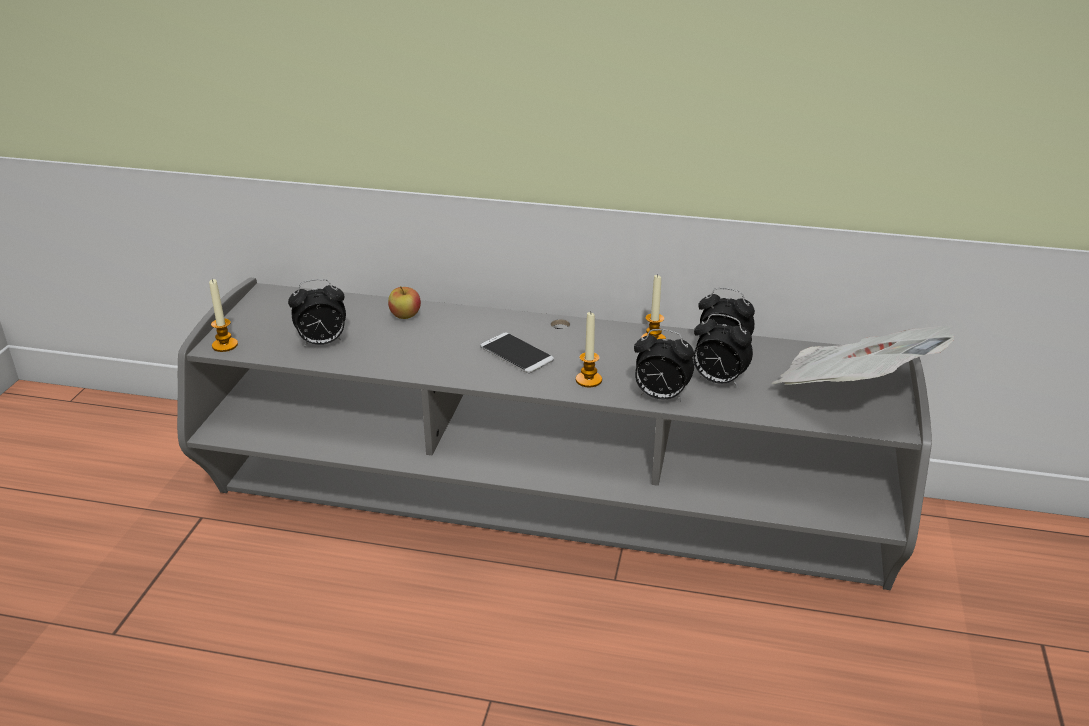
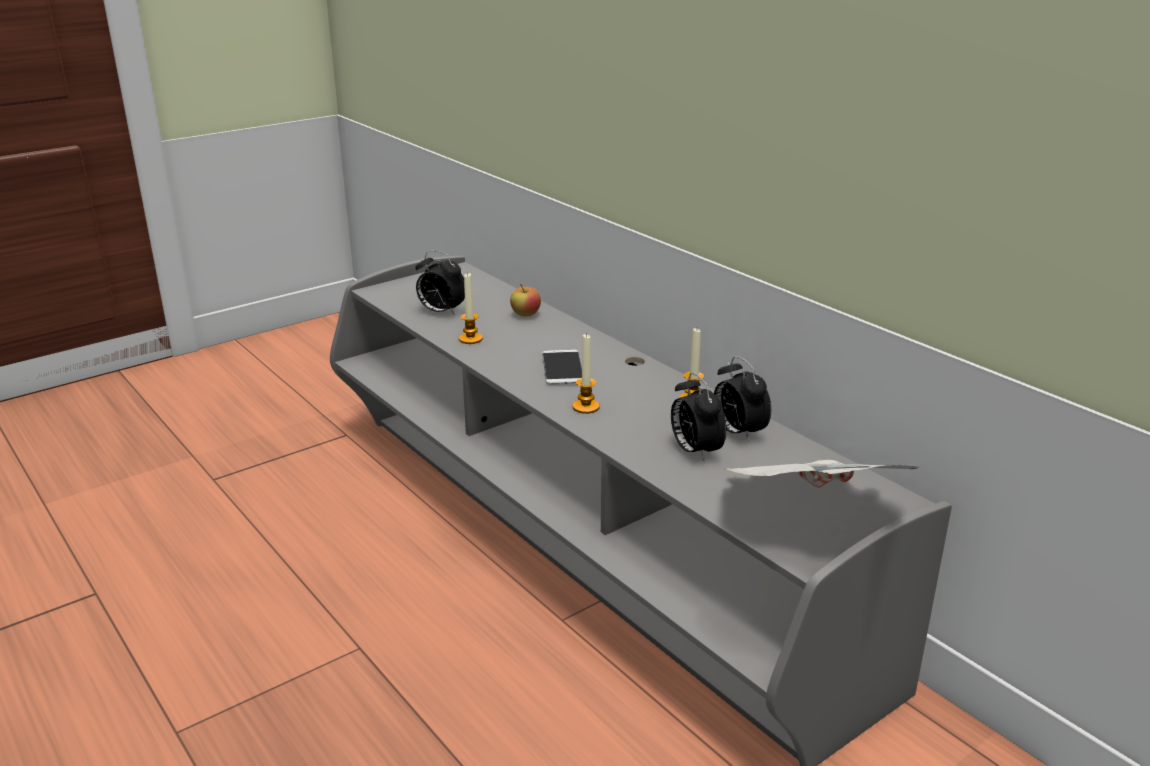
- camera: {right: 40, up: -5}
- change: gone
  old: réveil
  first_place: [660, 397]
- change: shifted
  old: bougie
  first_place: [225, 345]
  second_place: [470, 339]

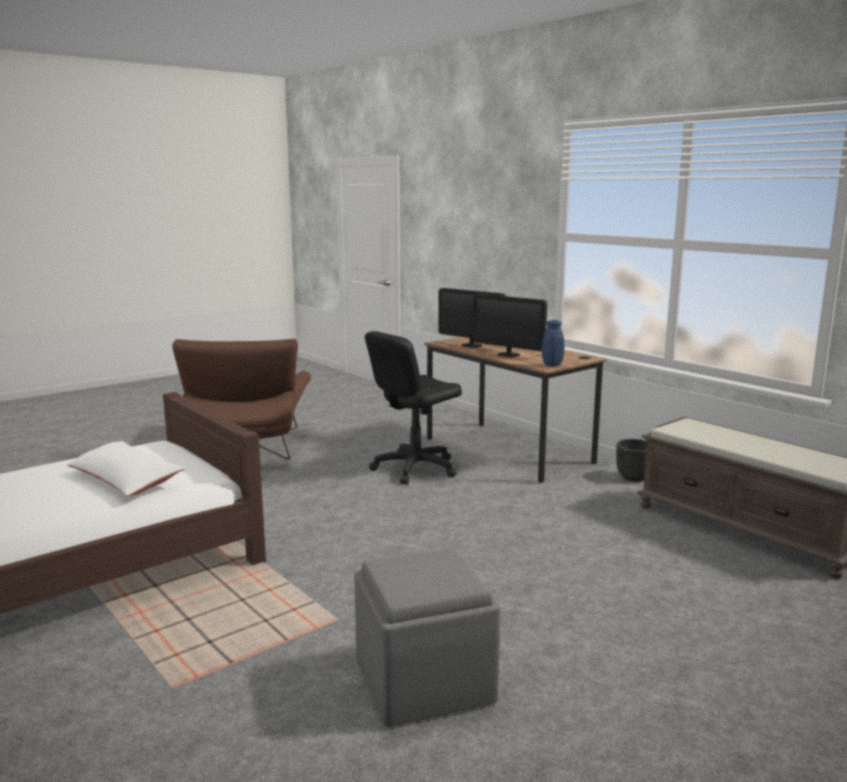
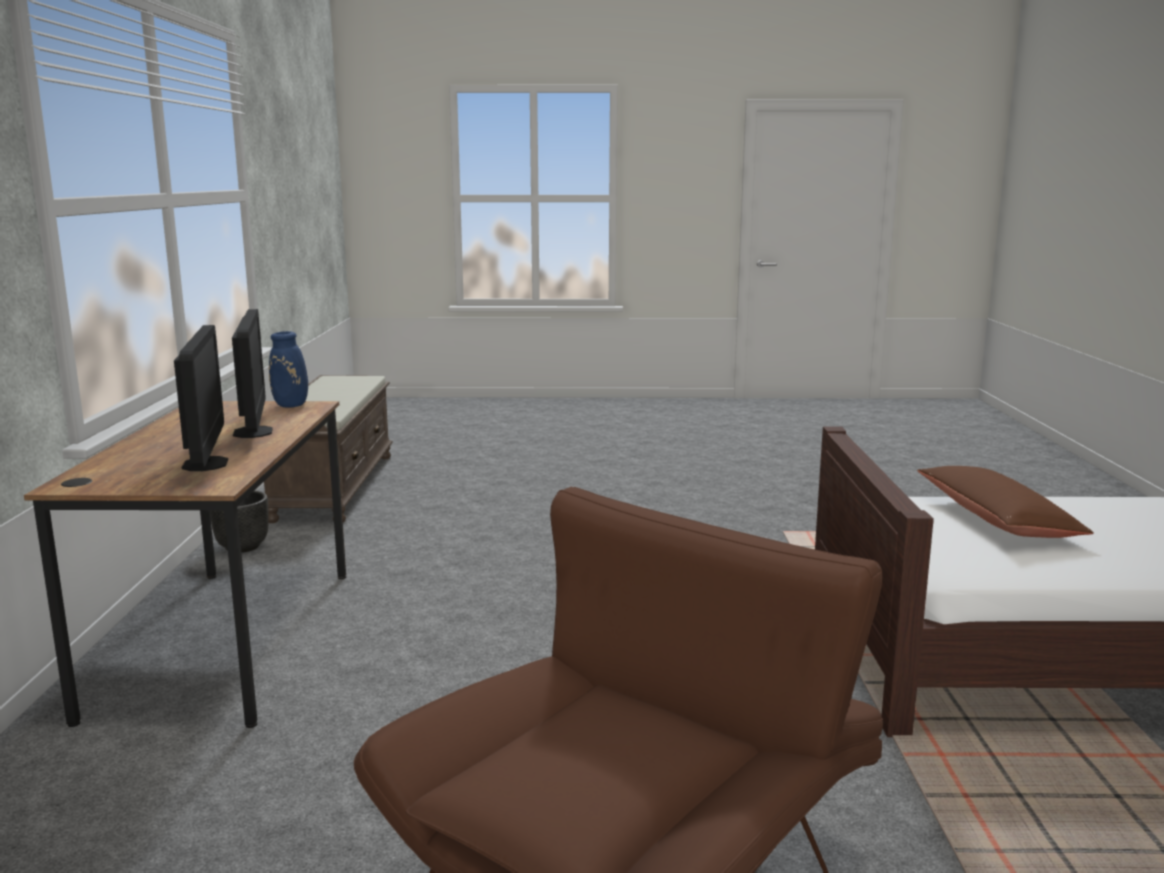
- camera: {right: -140, up: 0}
- change: gone
  old: pouf [gris]
  first_place: [423, 682]
- change: gone
  old: chaise de bureau [noir]
  first_place: [415, 468]
- change: repainted
  old: coussin [blanc]
  new: coussin [marron]
  first_place: [126, 480]
  second_place: [996, 519]

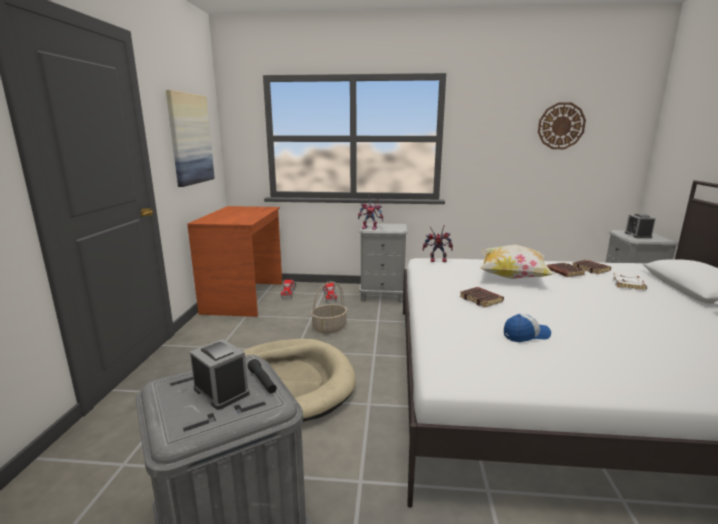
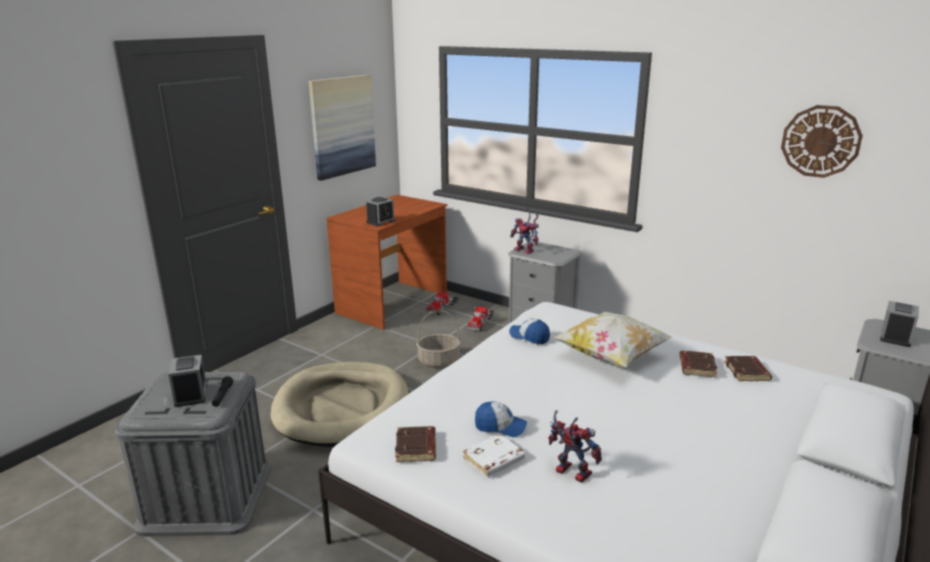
- camera: {right: 30, up: 5}
- change: new
  new: réveil
  second_place: [380, 221]
- change: new
  new: casquette
  second_place: [529, 337]
- change: shifted
  old: robot jouet
  first_place: [436, 261]
  second_place: [569, 472]
- change: shifted
  old: livre [marron]
  first_place: [481, 300]
  second_place: [417, 448]
- change: shifted
  old: livre [blanc]
  first_place: [629, 285]
  second_place: [493, 460]

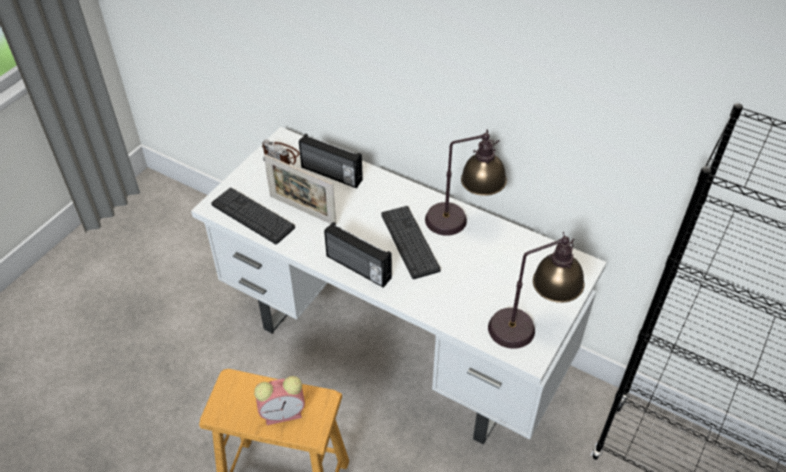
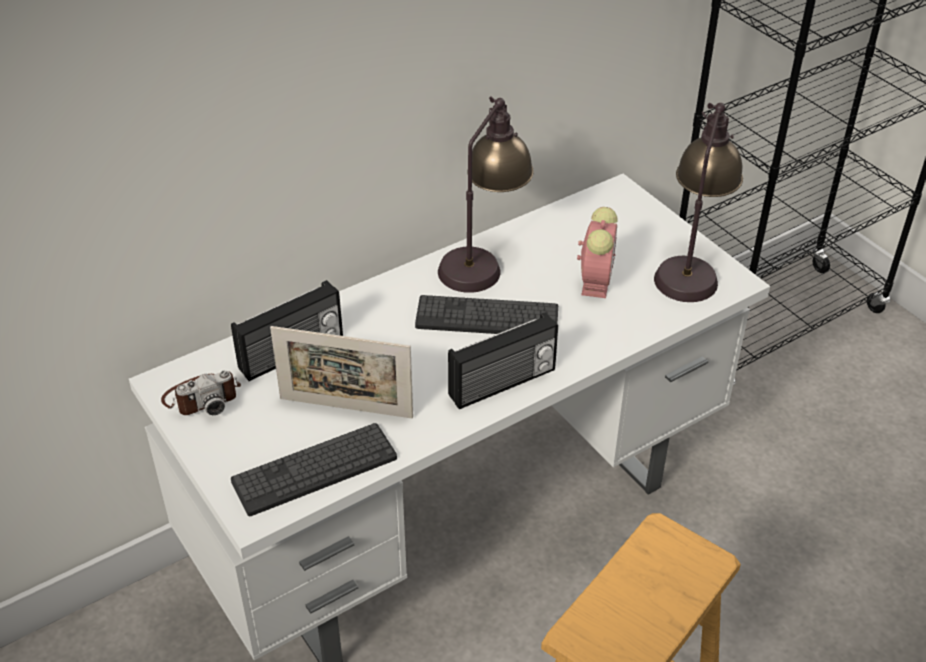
- camera: {right: -65, up: -5}
- change: shifted
  old: réveil
  first_place: [284, 413]
  second_place: [595, 280]
- change: rotated
  old: cadre photo
  first_place: [302, 210]
  second_place: [346, 408]
  degrees: 45

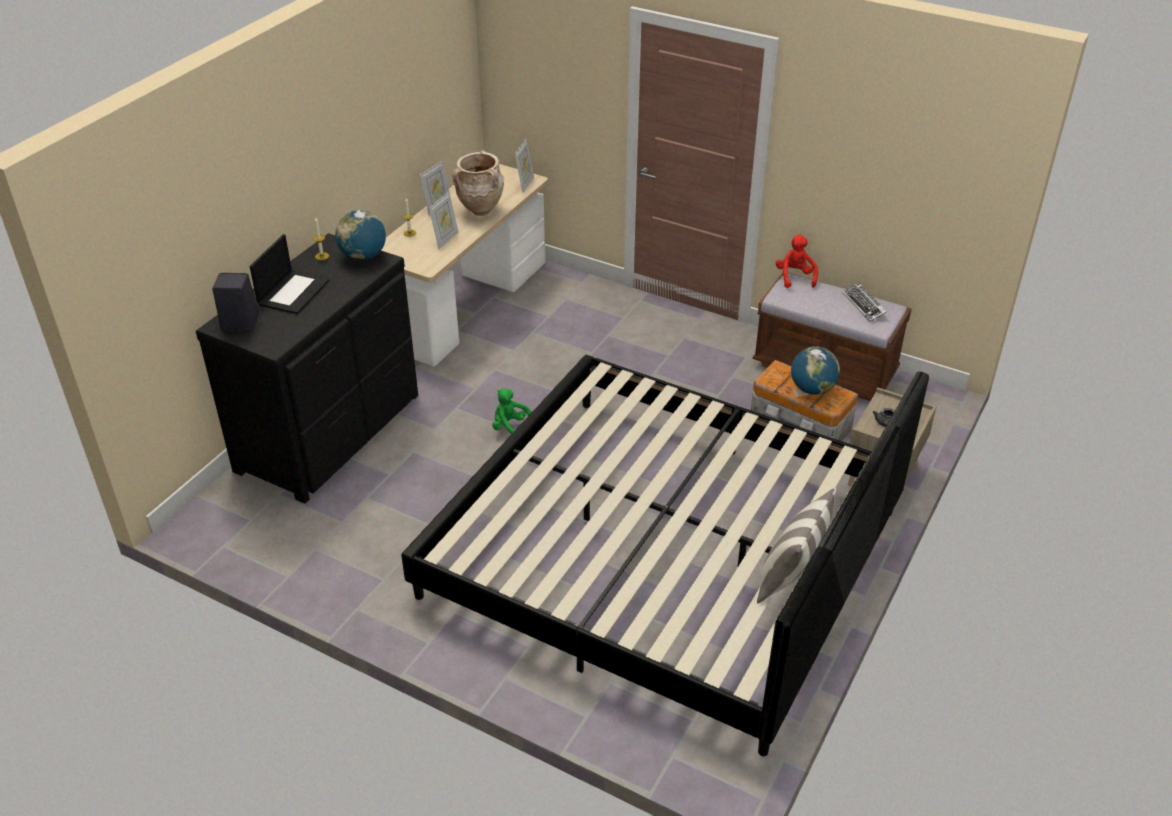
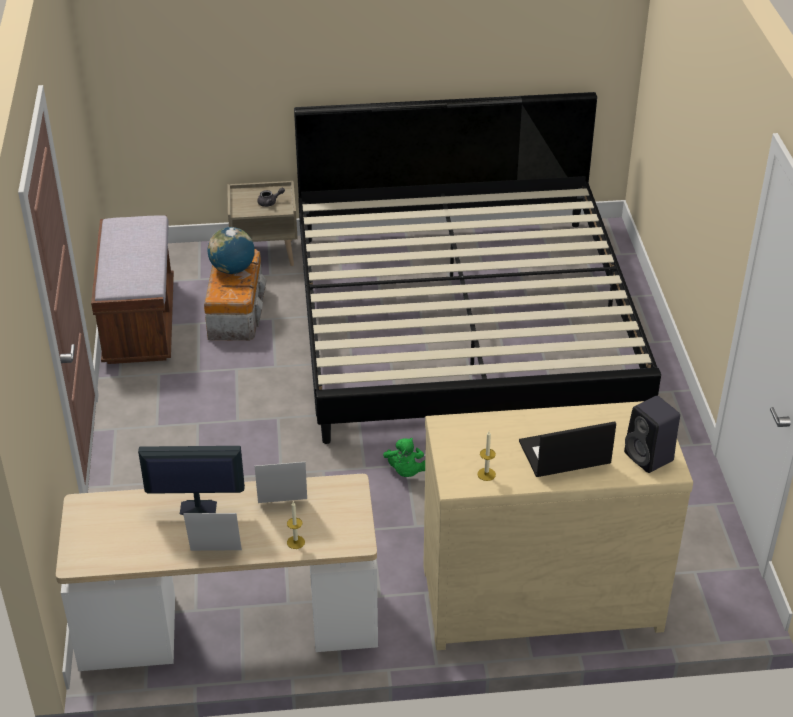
- camera: {right: -125, up: 0}
- change: gone
  old: globe
  first_place: [363, 256]
- change: gone
  old: cadre photo
  first_place: [525, 184]
- change: gone
  old: coussin
  first_place: [791, 577]
- change: gone
  old: peluche [rouge]
  first_place: [795, 277]
- change: gone
  old: clavier
  first_place: [864, 305]
- change: swapped
  old: vase [beige]
  new: écran d'ordinateur
  first_place: [481, 212]
  second_place: [197, 508]
- change: repainted
  old: commode [noir]
  new: commode [beige]
  first_place: [332, 433]
  second_place: [539, 594]

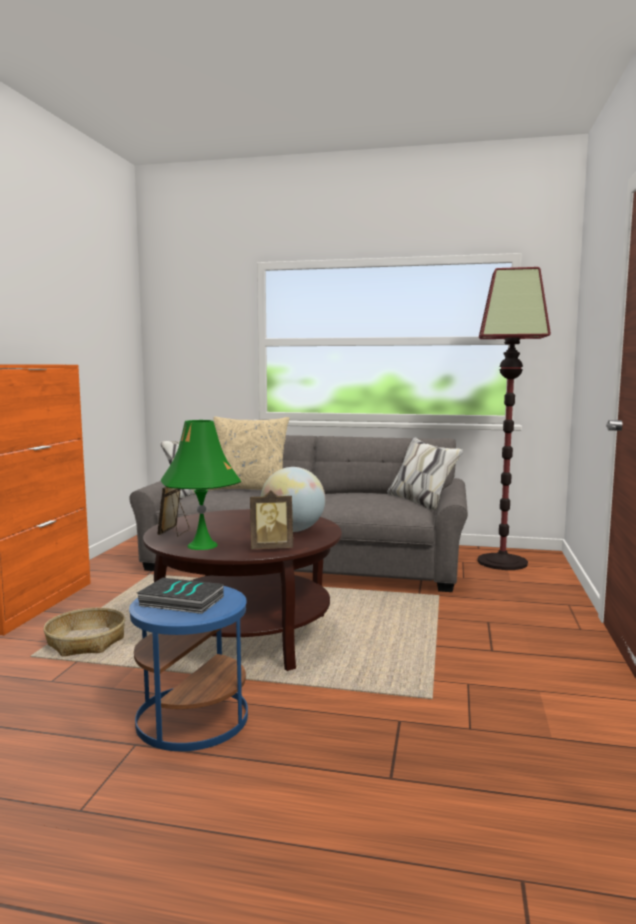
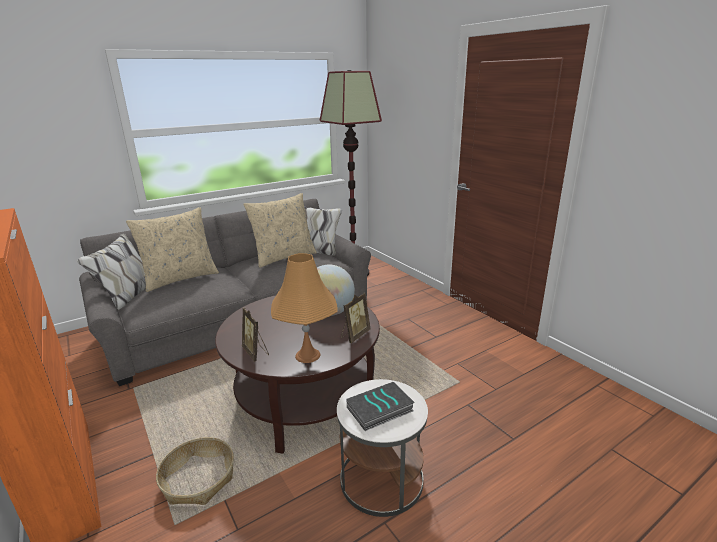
- camera: {right: -45, up: 15}
- change: new
  new: coussin [beige]
  second_place: [284, 257]
- change: repainted
  old: table d'appoint [bleu]
  new: table d'appoint [blanc]
  first_place: [191, 718]
  second_place: [381, 479]
- change: repainted
  old: lampe de table [vert]
  new: lampe de table [orange]
  first_place: [202, 545]
  second_place: [308, 355]

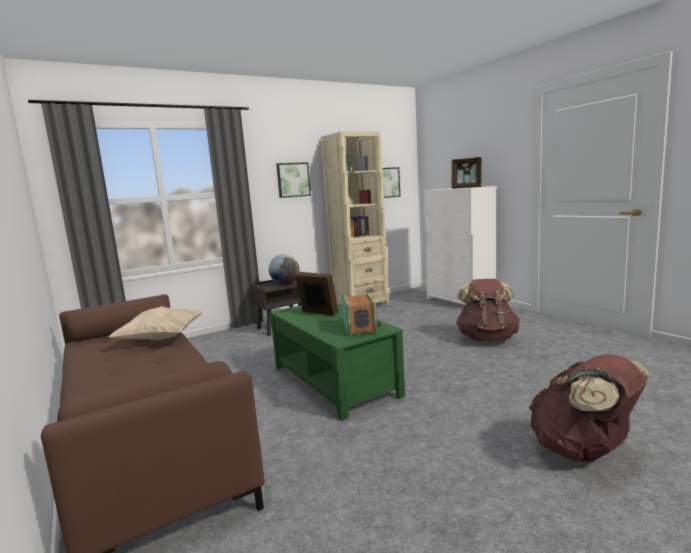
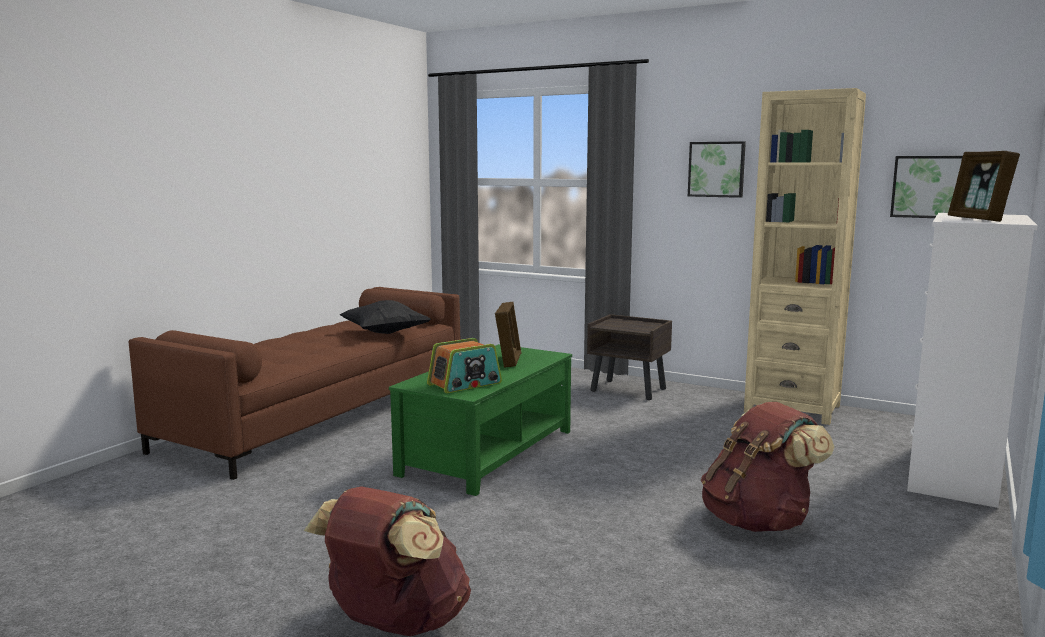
- camera: {right: 60, up: 0}
- change: gone
  old: globe
  first_place: [285, 284]
- change: repainted
  old: coussin [beige]
  new: coussin [noir]
  first_place: [161, 339]
  second_place: [385, 333]

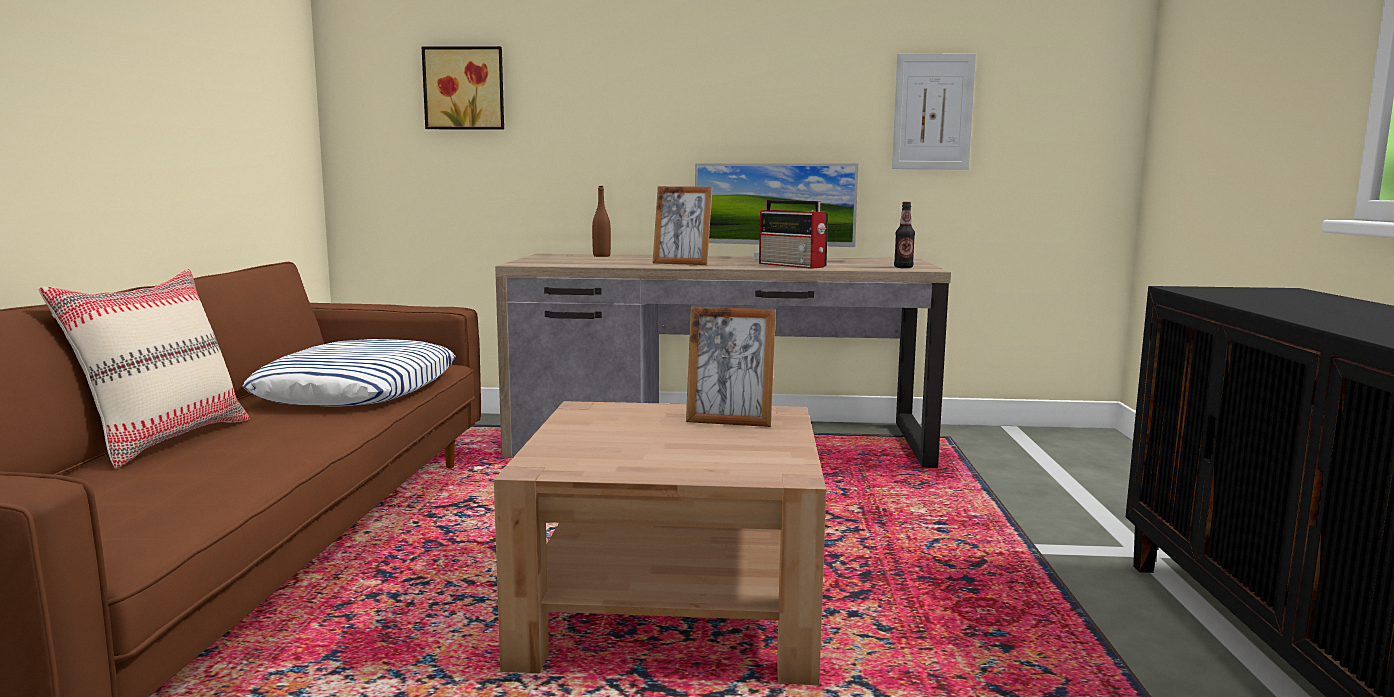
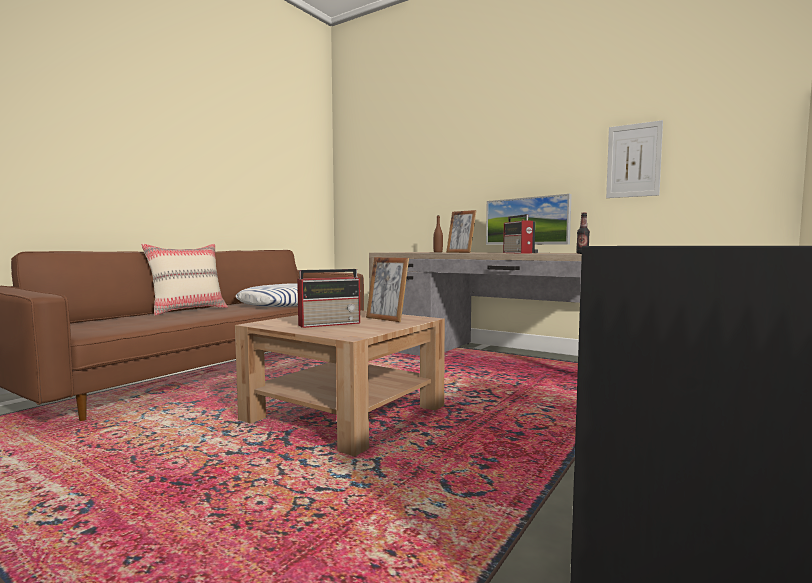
- camera: {right: 30, up: -5}
- change: gone
  old: tableau
  first_place: [465, 89]
- change: new
  new: radio
  second_place: [330, 324]

